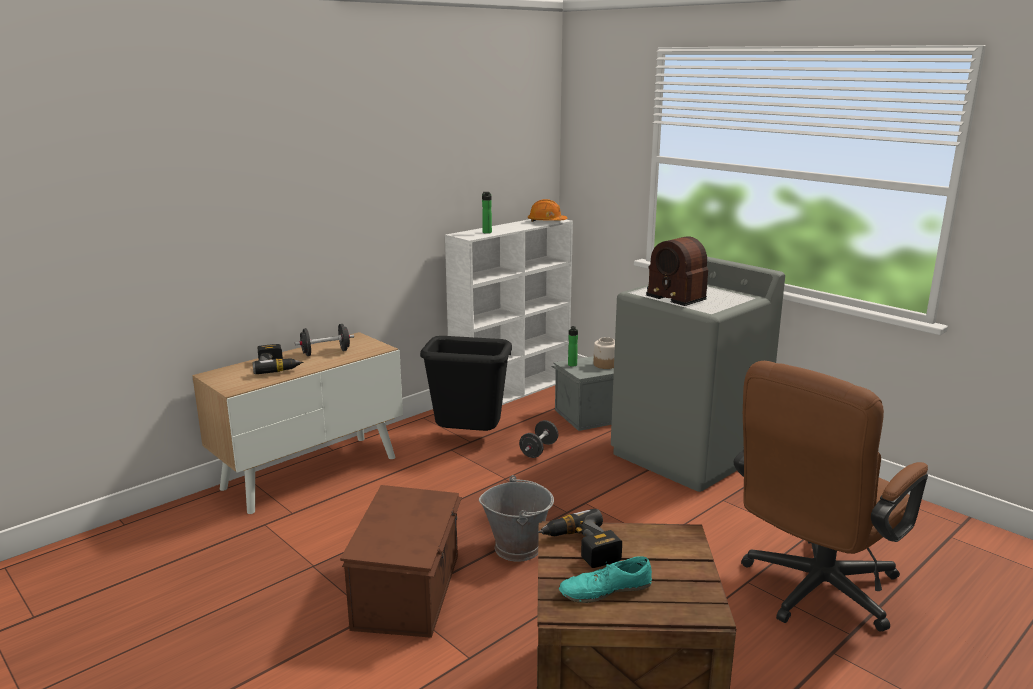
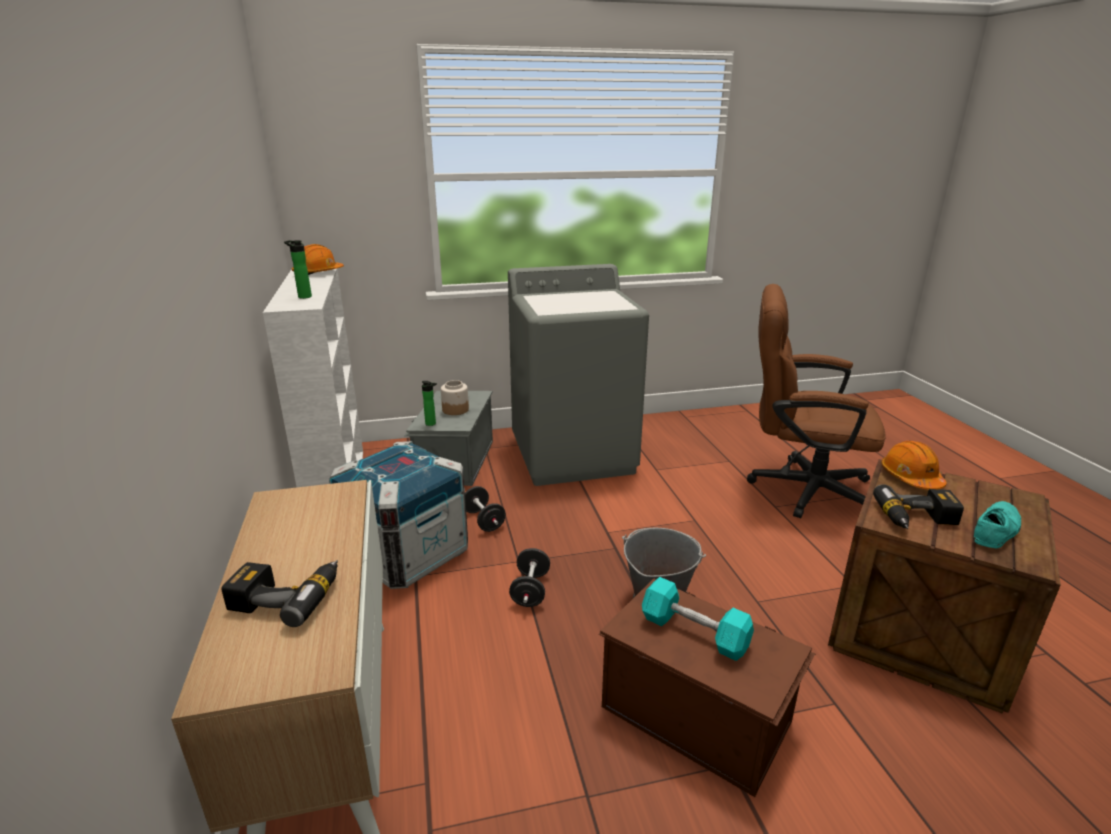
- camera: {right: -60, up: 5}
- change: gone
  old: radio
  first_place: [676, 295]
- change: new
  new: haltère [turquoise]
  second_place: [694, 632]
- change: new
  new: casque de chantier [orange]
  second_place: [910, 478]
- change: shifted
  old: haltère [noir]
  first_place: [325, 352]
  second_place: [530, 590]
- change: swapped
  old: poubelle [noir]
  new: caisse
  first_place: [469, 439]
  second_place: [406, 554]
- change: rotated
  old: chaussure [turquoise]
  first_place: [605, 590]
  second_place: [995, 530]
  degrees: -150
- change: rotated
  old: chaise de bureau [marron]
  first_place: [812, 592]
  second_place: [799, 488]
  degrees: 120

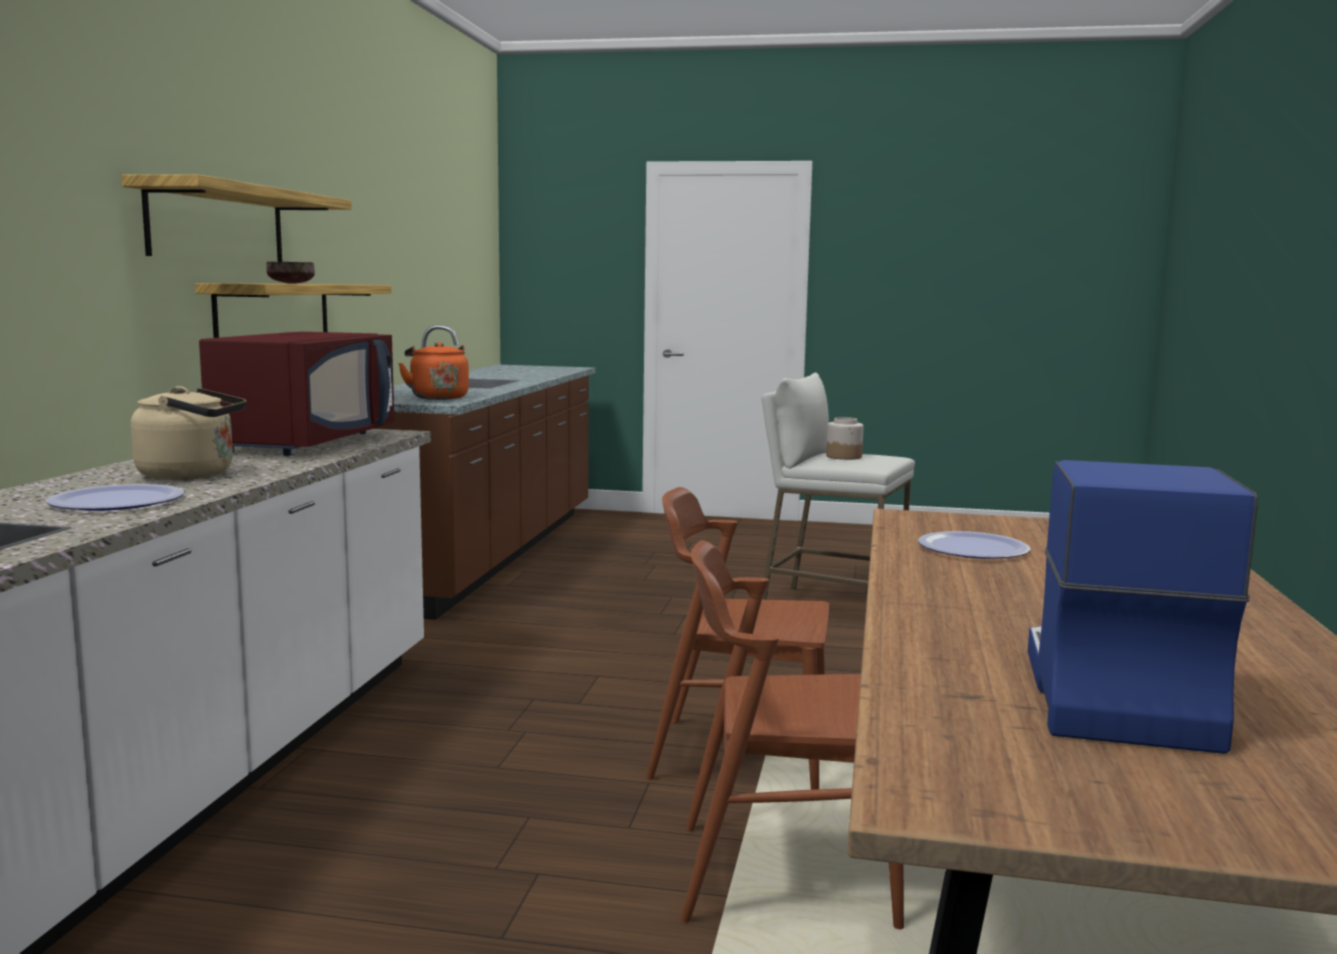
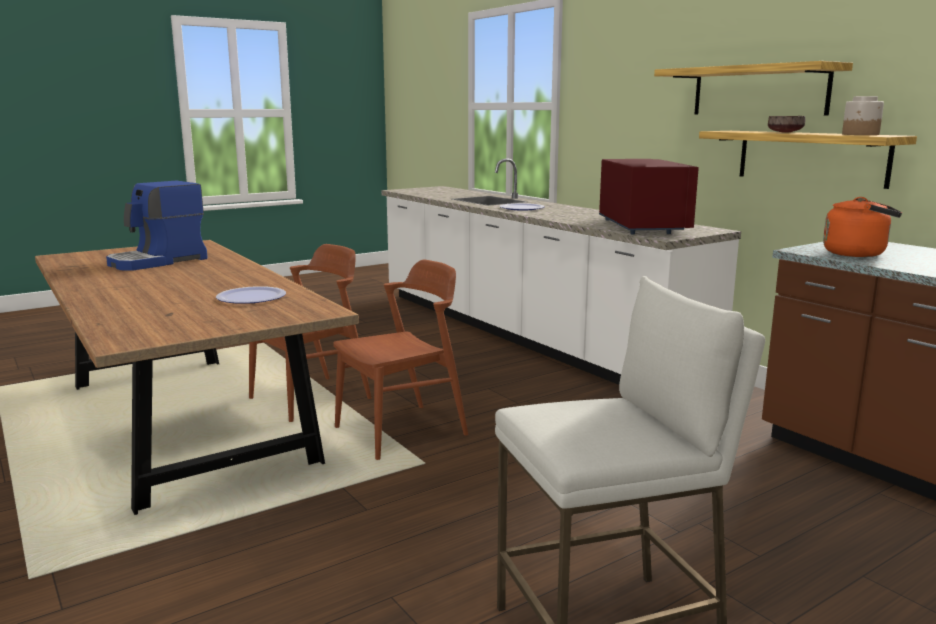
- camera: {right: 135, up: 5}
- change: gone
  old: bouilloire [beige]
  first_place: [192, 475]
- change: shifted
  old: bocal
  first_place: [844, 457]
  second_place: [860, 134]
- change: rotated
  old: micro-ondes [rouge]
  first_place: [306, 443]
  second_place: [641, 226]
  degrees: -150
- change: rotated
  old: machine à café
  first_place: [1111, 695]
  second_place: [158, 261]
  degrees: 75

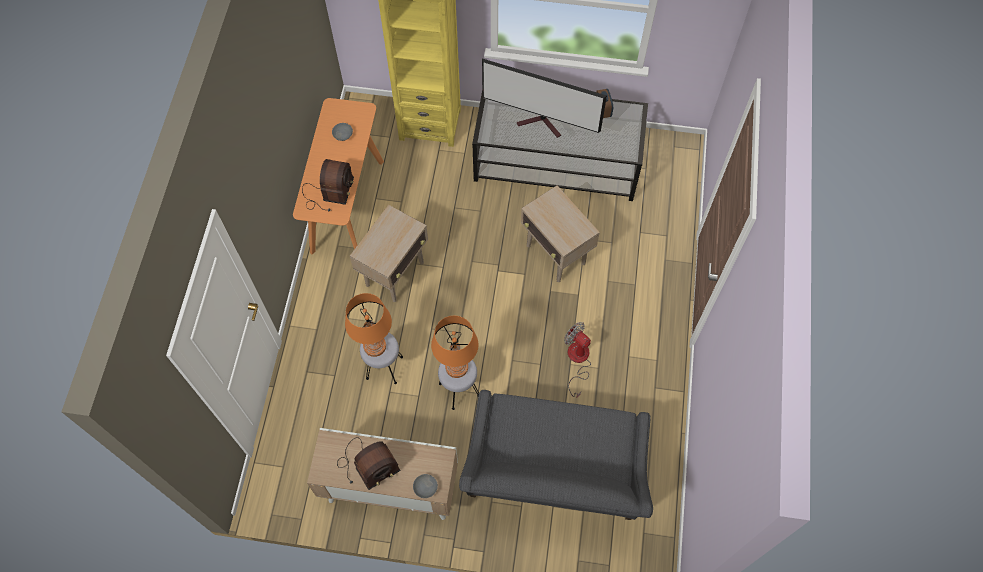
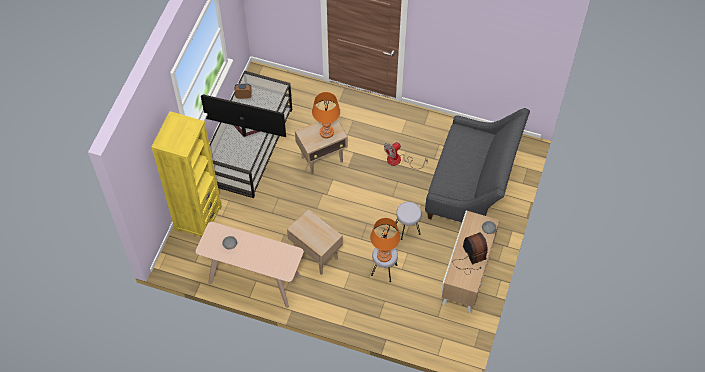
- camera: {right: -80, up: -5}
- change: gone
  old: radio
  first_place: [329, 193]
- change: shifted
  old: lampe de table [orange]
  first_place: [456, 367]
  second_place: [326, 132]
- change: repainted
  old: table console [orange]
  new: table console [beige]
  first_place: [347, 206]
  second_place: [254, 280]
- change: rotated
  old: téléviseur
  first_place: [542, 124]
  second_place: [244, 131]
  degrees: -105

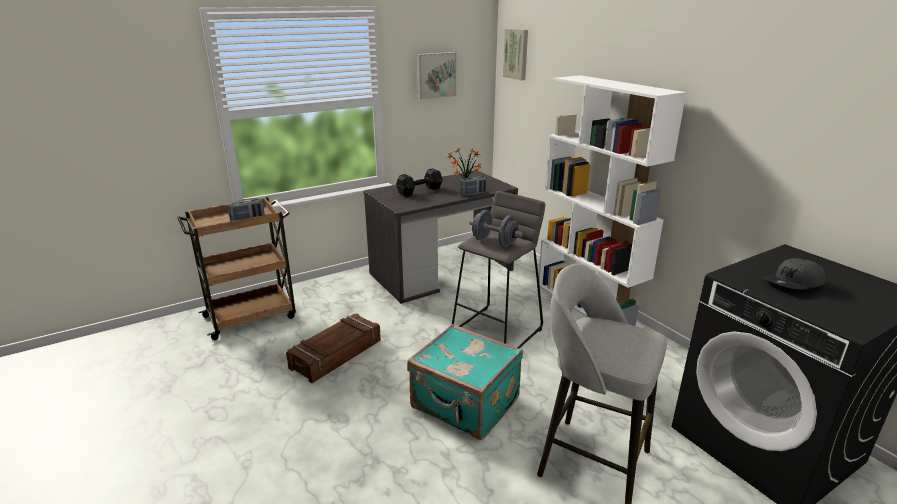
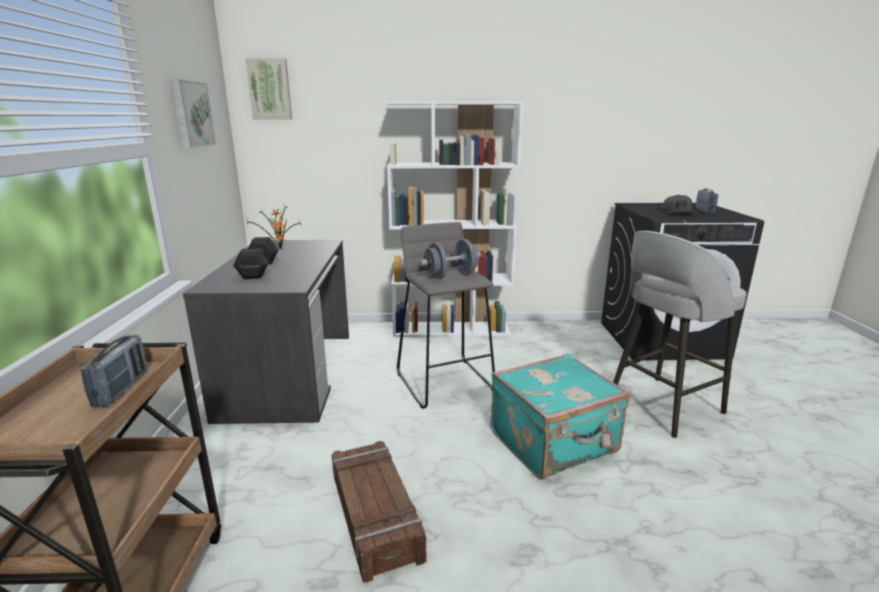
- camera: {right: -60, up: -5}
- change: shifted
  old: radio
  first_place: [473, 194]
  second_place: [704, 211]

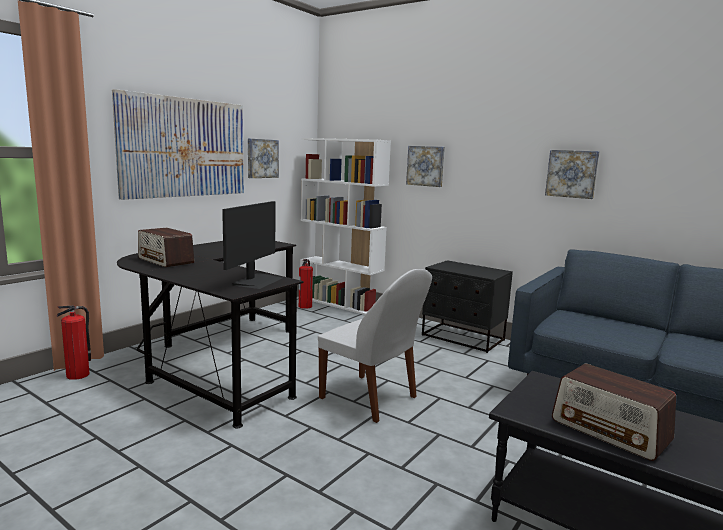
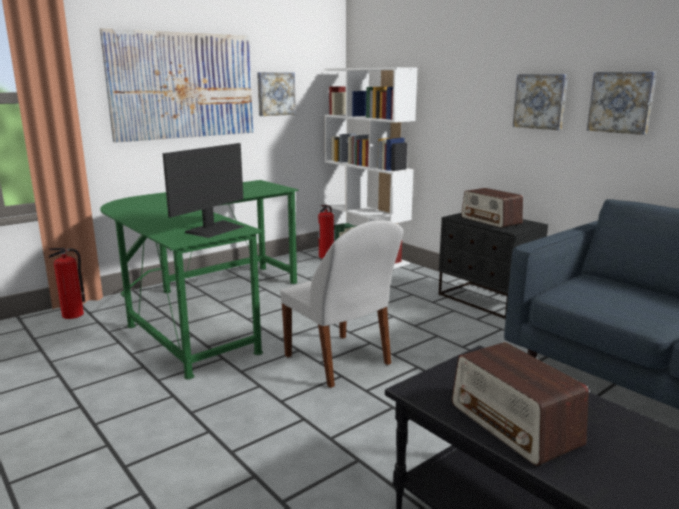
- camera: {right: 15, up: 5}
- change: shifted
  old: radio
  first_place: [166, 260]
  second_place: [491, 220]
- change: shifted
  old: tableau
  first_place: [426, 166]
  second_place: [540, 101]
- change: repainted
  old: bureau [noir]
  new: bureau [vert]
  first_place: [216, 361]
  second_place: [204, 310]

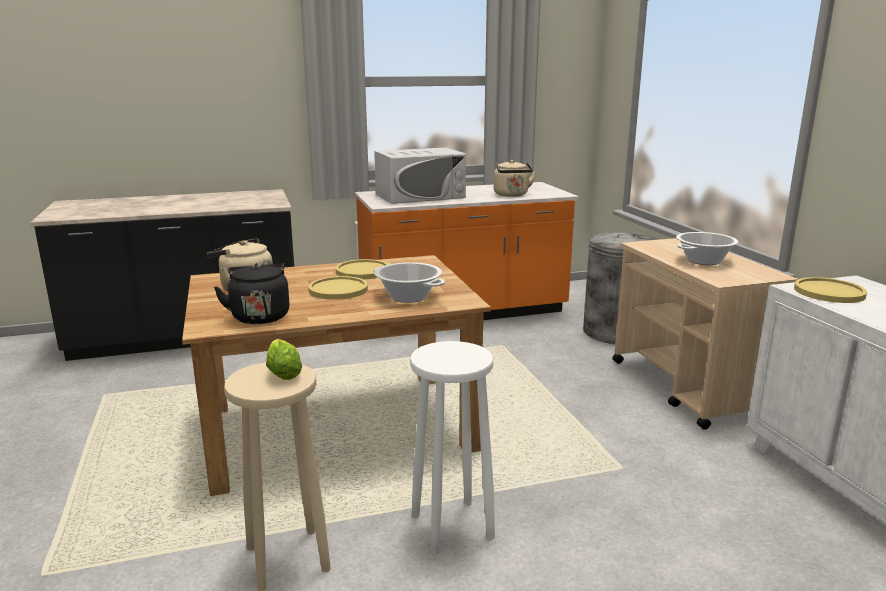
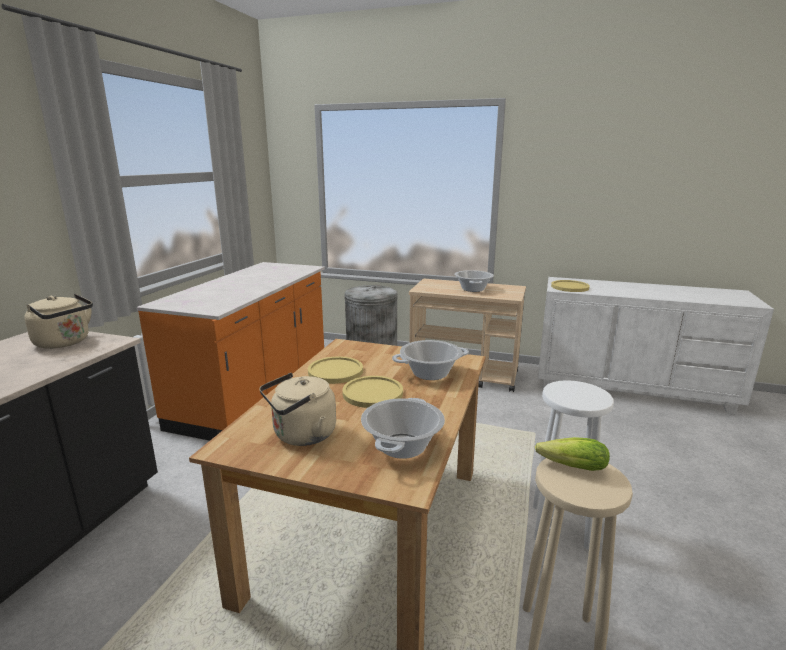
- camera: {right: -55, up: 0}
- change: gone
  old: micro-ondes [blanc]
  first_place: [420, 196]
- change: shifted
  old: bouilloire [beige]
  first_place: [512, 195]
  second_place: [65, 343]
- change: swapped
  old: bouilloire [noir]
  new: marmite
  first_place: [259, 316]
  second_place: [402, 446]

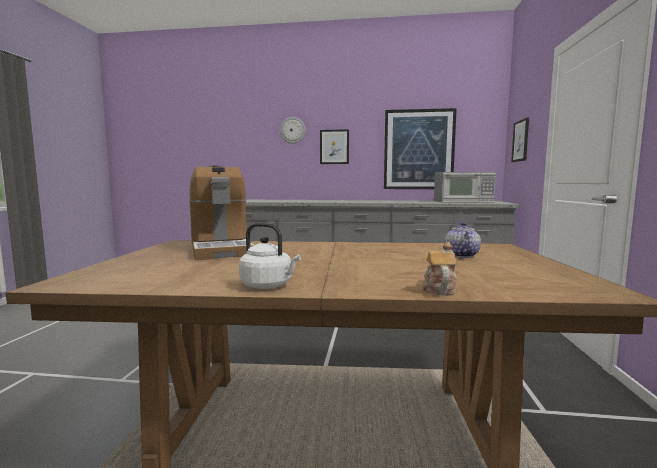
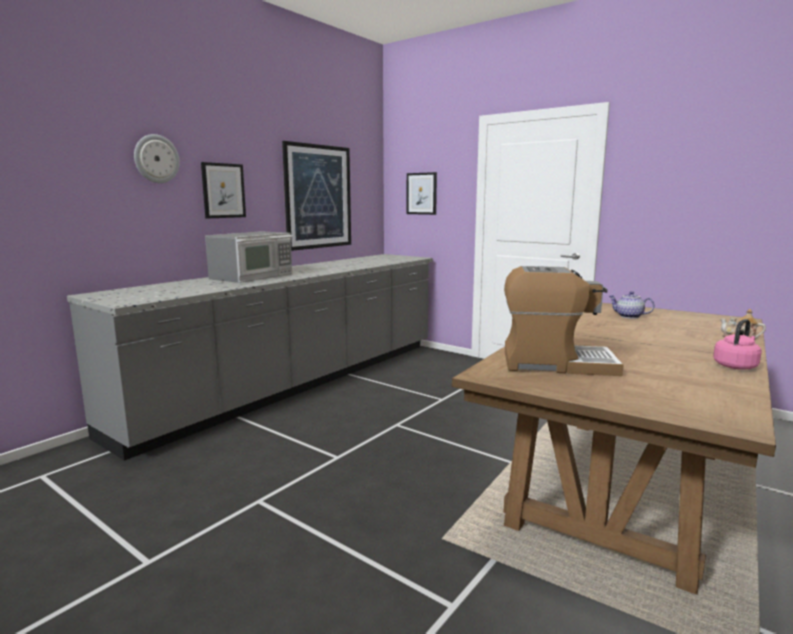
- camera: {right: -60, up: 5}
- change: shifted
  old: micro-ondes
  first_place: [463, 201]
  second_place: [253, 276]
- change: repainted
  old: bouilloire [blanc]
  new: bouilloire [rose]
  first_place: [268, 286]
  second_place: [736, 366]

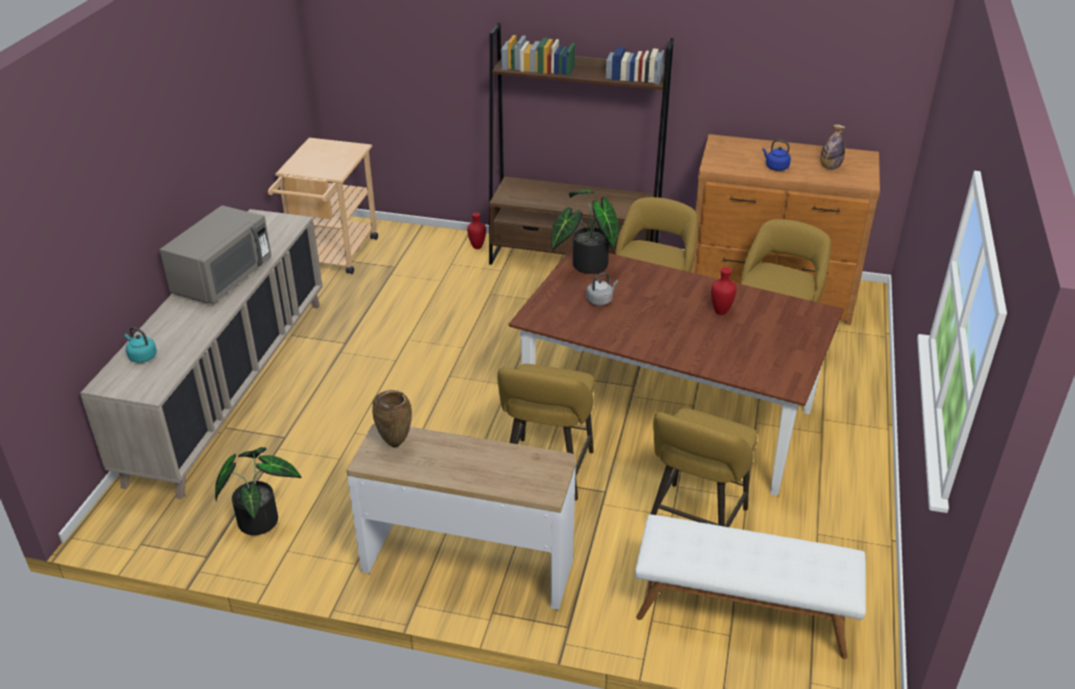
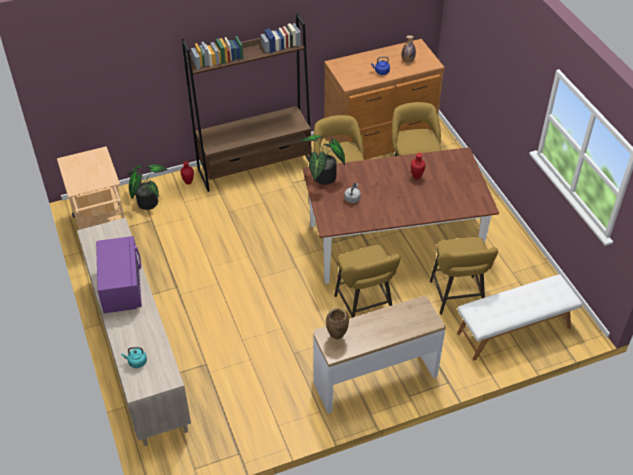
- camera: {right: -35, up: 10}
- change: shifted
  old: plante en pot
  first_place: [261, 518]
  second_place: [147, 201]
- change: repainted
  old: micro-ondes [gris]
  new: micro-ondes [violet]
  first_place: [223, 279]
  second_place: [121, 287]

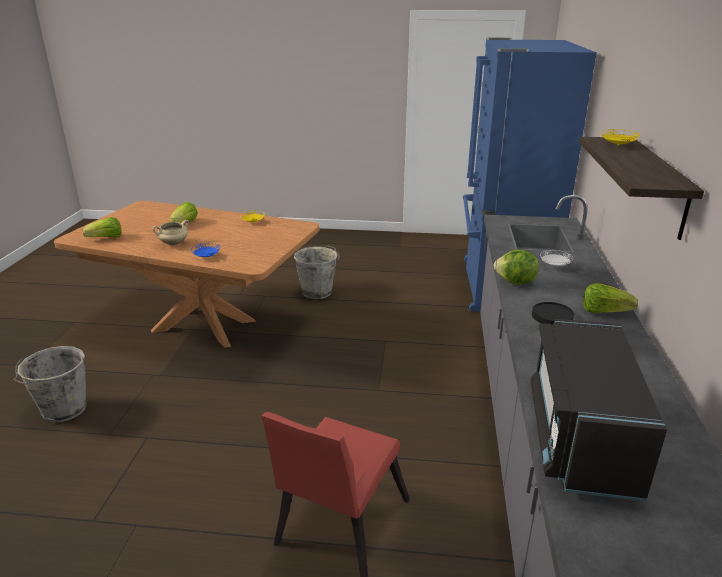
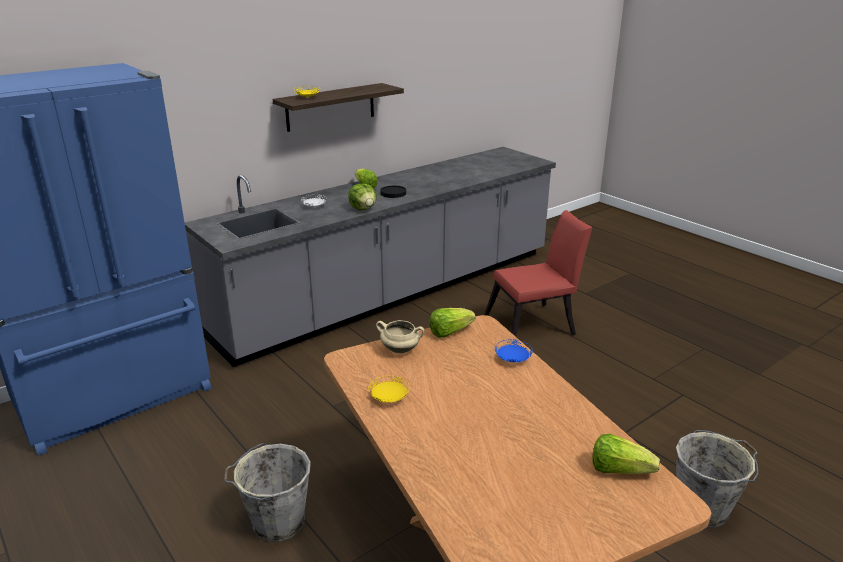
- camera: {right: -135, up: 0}
- change: gone
  old: micro-ondes [noir]
  first_place: [581, 436]
- change: shifted
  old: marmite [beige]
  first_place: [173, 244]
  second_place: [401, 349]
- change: shifted
  old: laitue
  first_place: [185, 223]
  second_place: [449, 332]

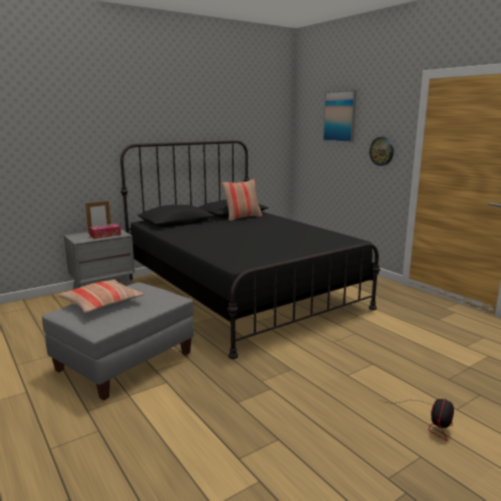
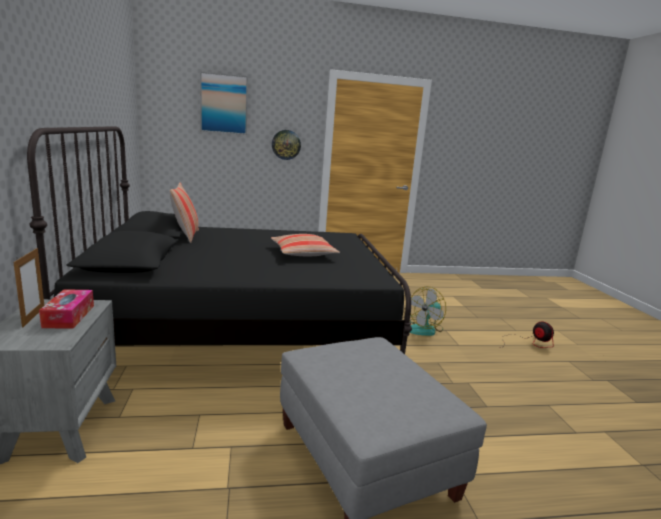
- camera: {right: -65, up: 0}
- change: new
  new: ventilateur
  second_place: [425, 329]
- change: shifted
  old: coussin
  first_place: [102, 303]
  second_place: [303, 253]

